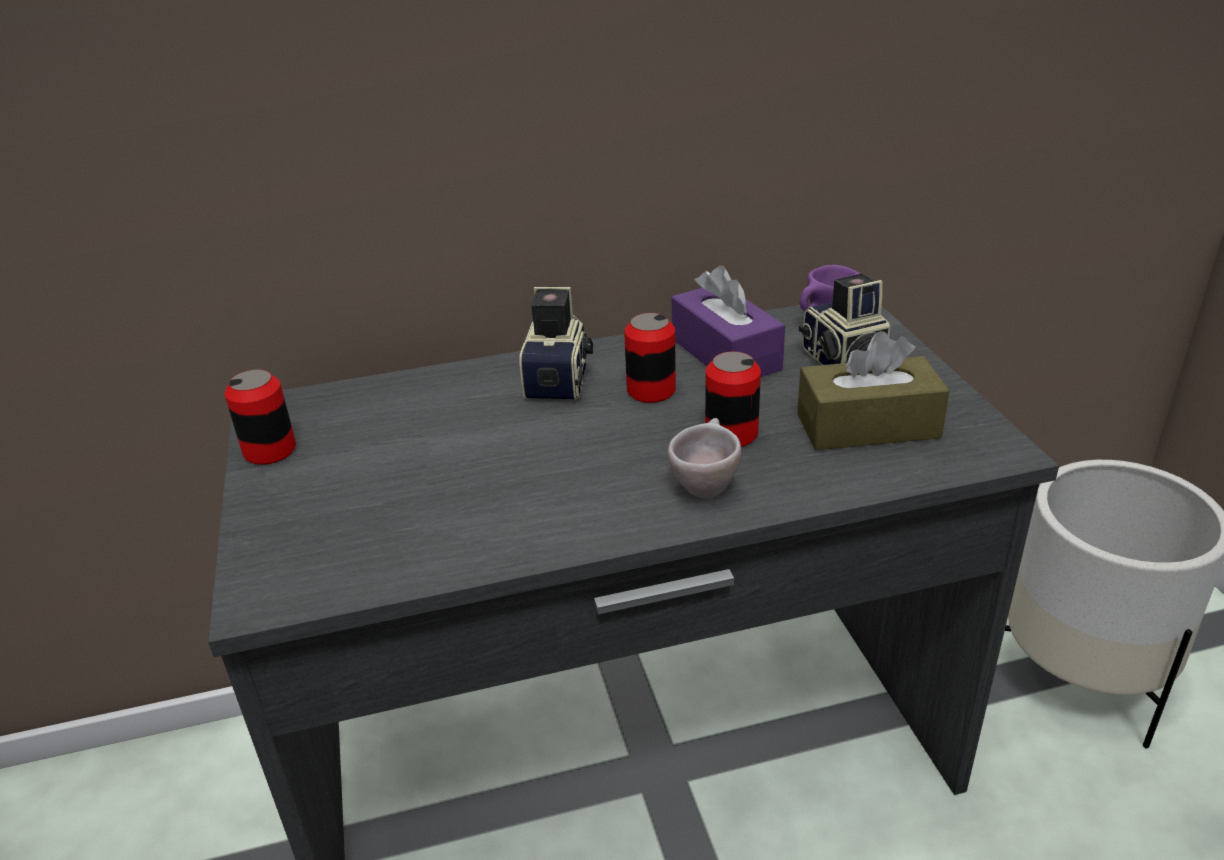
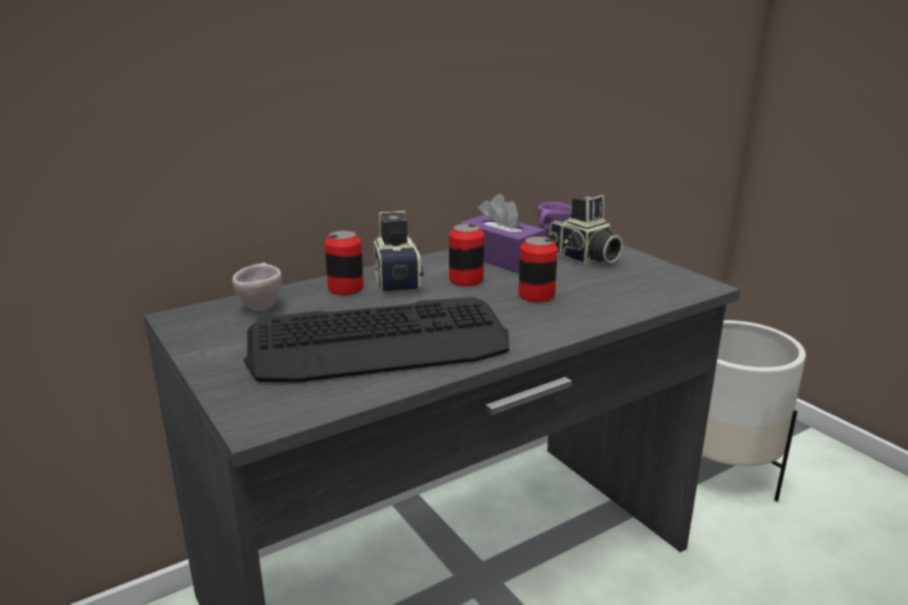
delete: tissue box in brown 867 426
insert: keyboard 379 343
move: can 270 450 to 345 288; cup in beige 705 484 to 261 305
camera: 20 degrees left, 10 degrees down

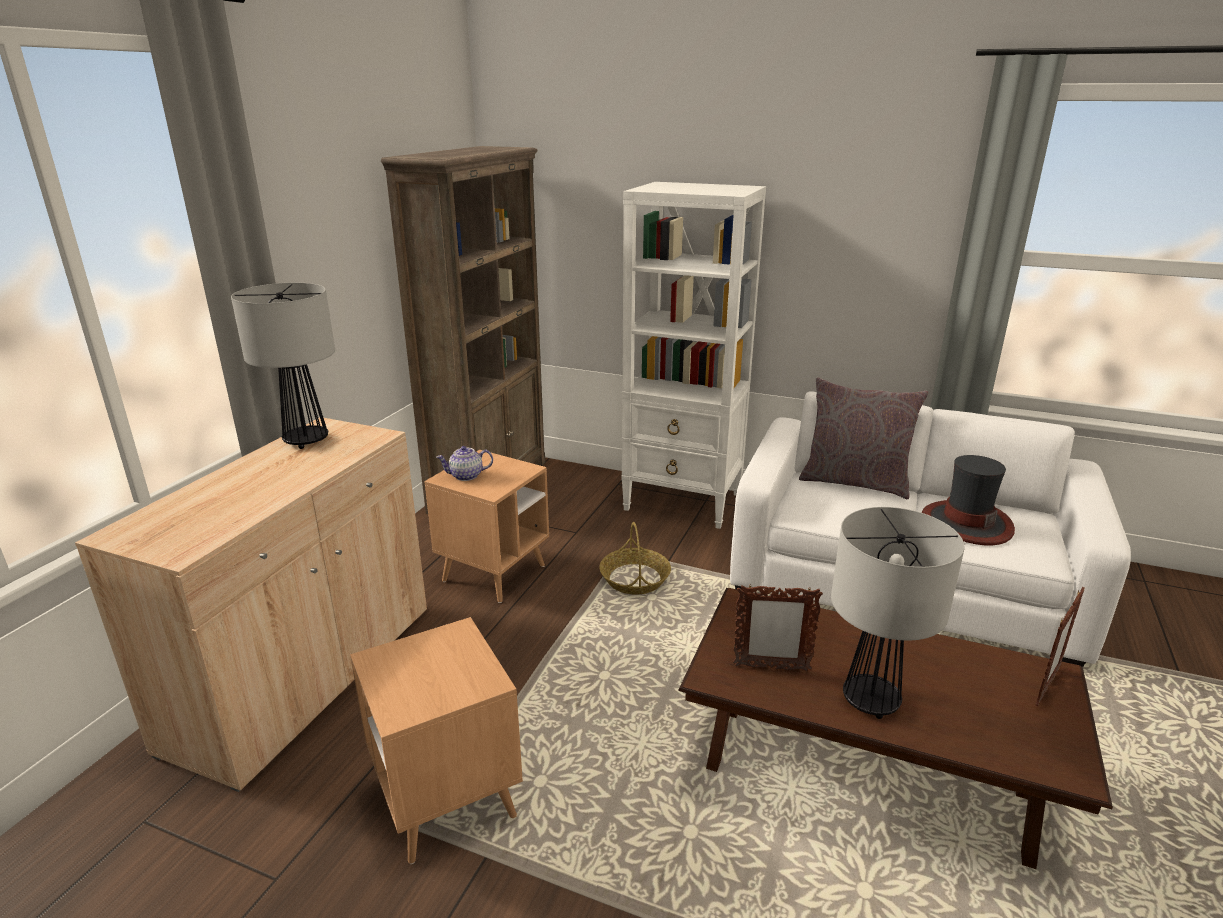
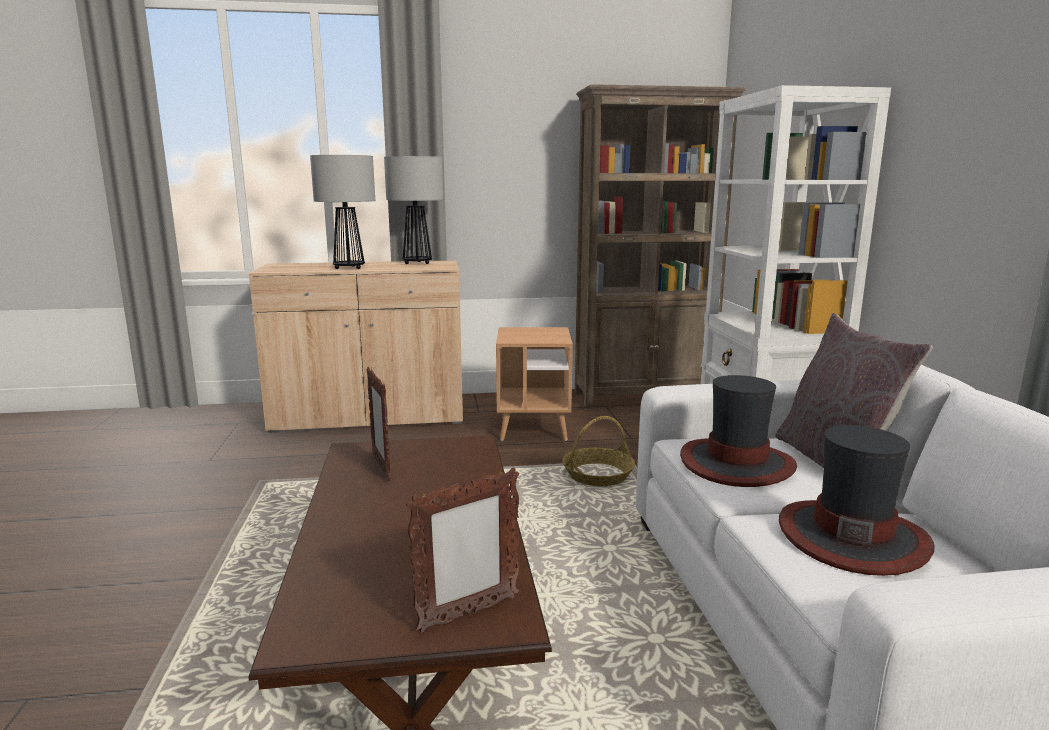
delete: side table in brown 447 799; teapot 466 476
insert: hat 736 464
move: table lamp 871 700 to 349 268
rotate: picture frame 1046 687 = 468 614 45 degrees counterclockwise
camera: 60 degrees right, 10 degrees down

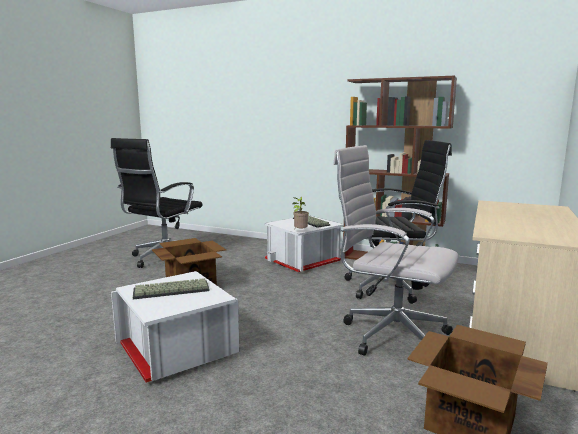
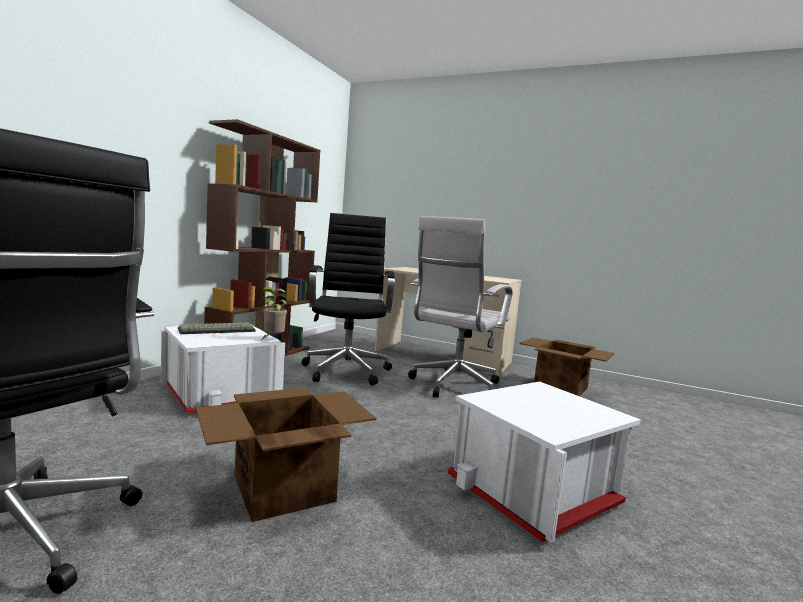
delete: keyboard 170 291
camera: 90 degrees left, 5 degrees down

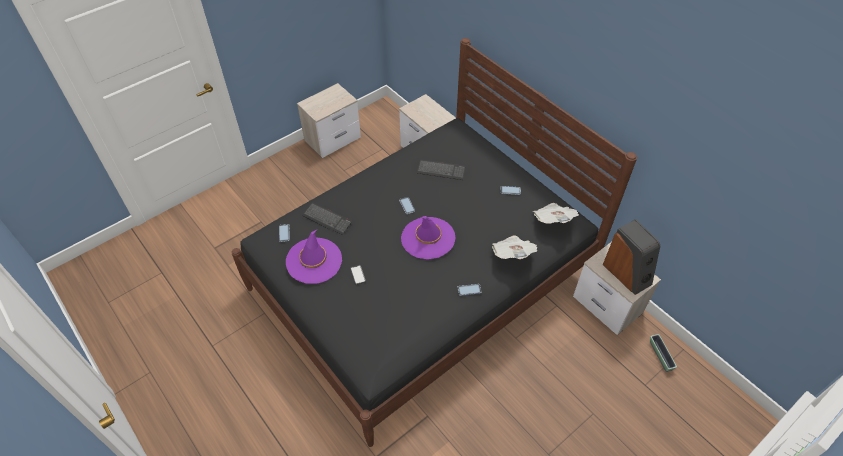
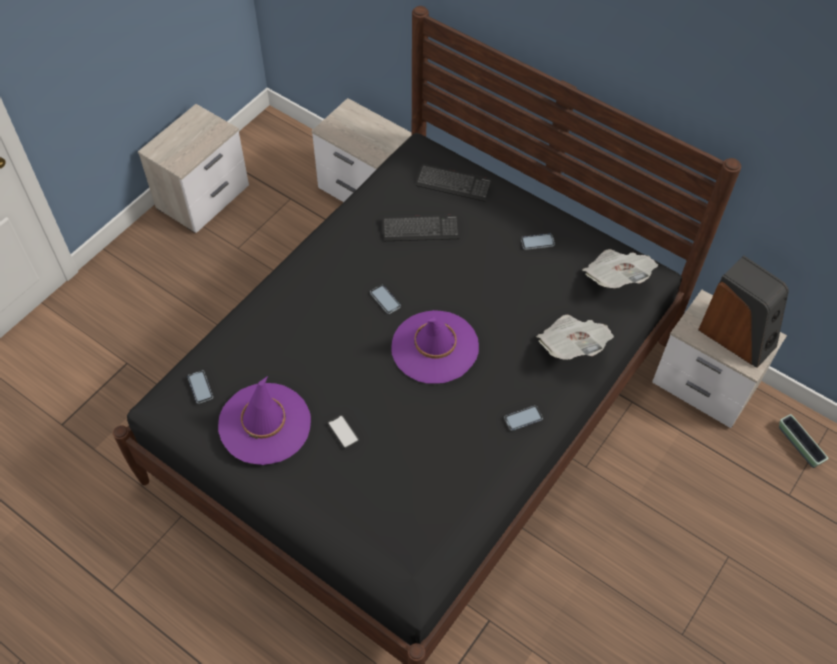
move: keyboard 327 219 to 453 184
camera: 15 degrees left, 5 degrees up

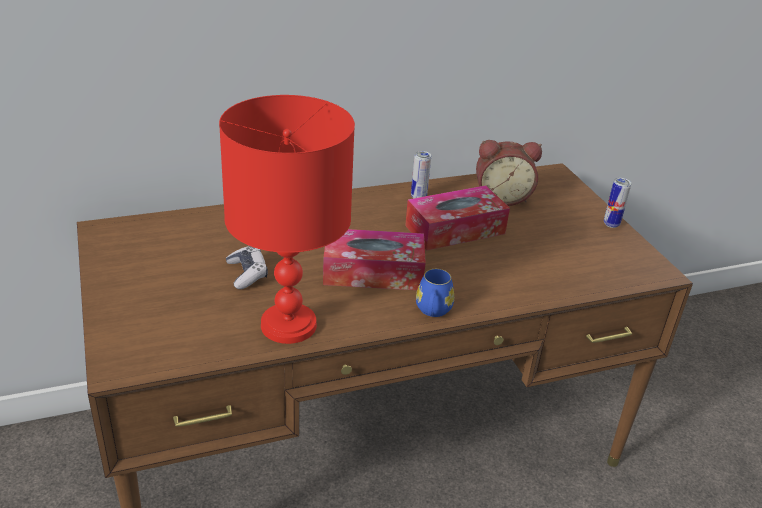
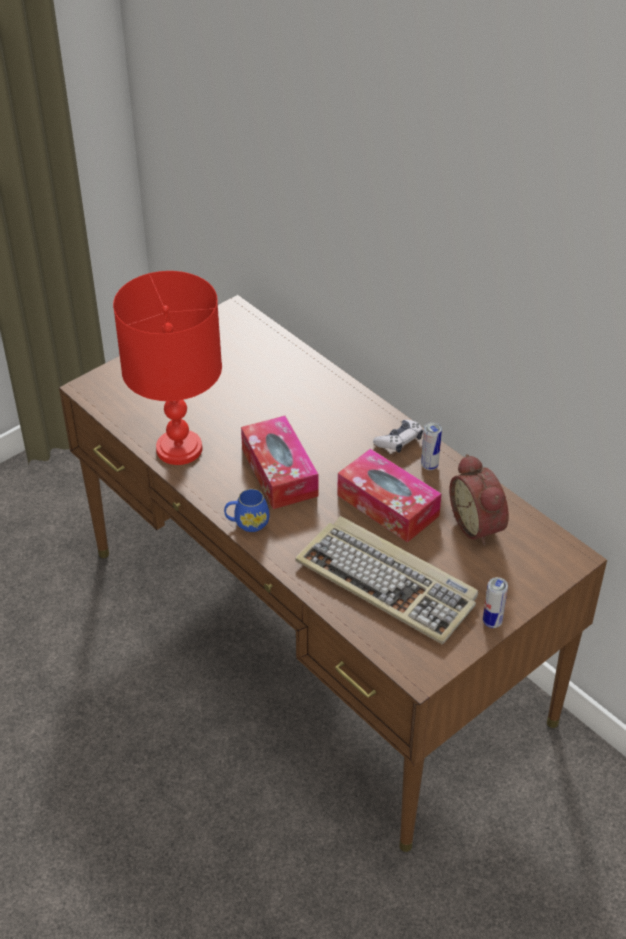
insert: keyboard 389 582
move: game controller 247 273 to 399 441
camera: 70 degrees right, 10 degrees up

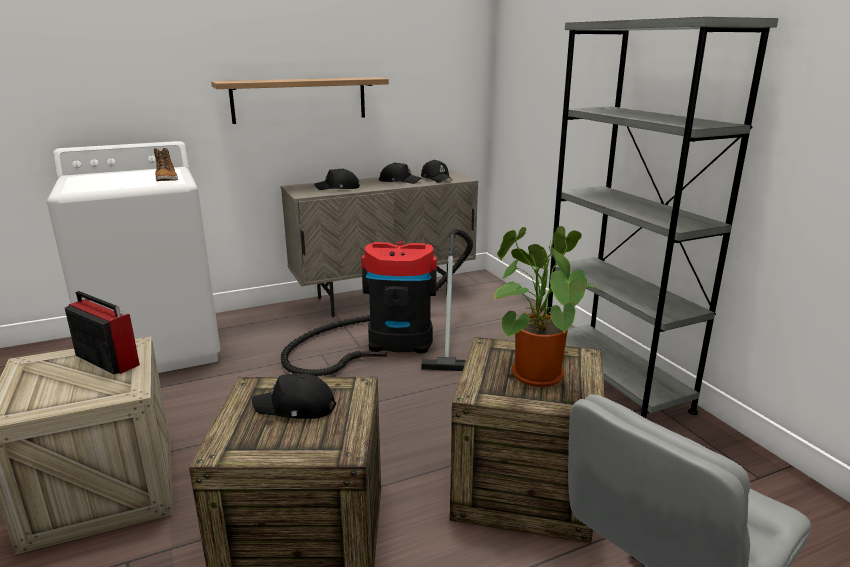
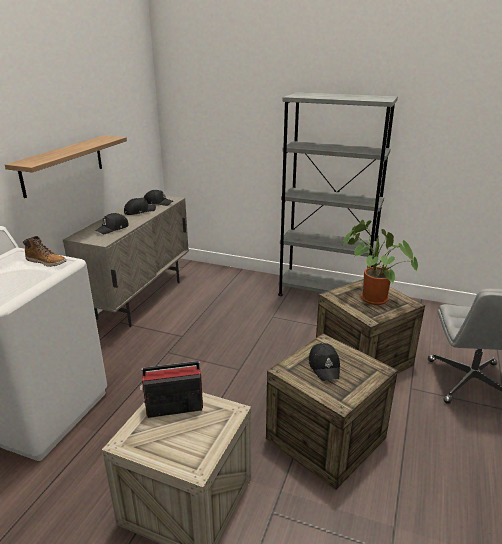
delete: vacuum cleaner 392 342
rotate: cap in black 295 407 = 324 366 60 degrees counterclockwise
camera: 45 degrees left, 5 degrees up

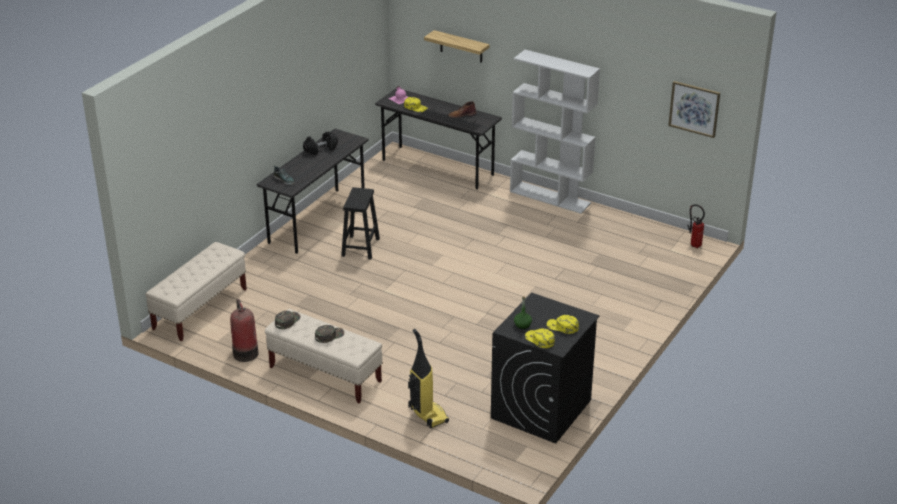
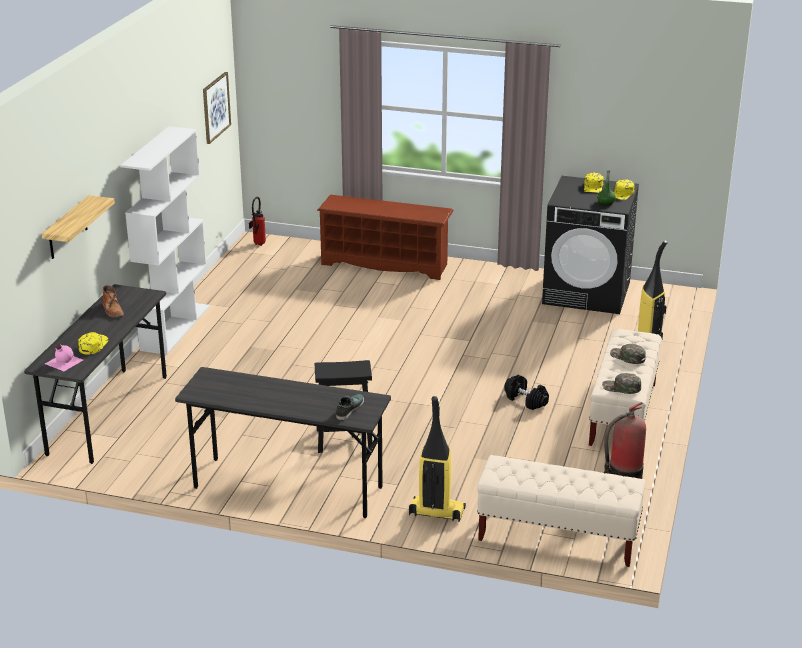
insert: shoe rack in brown 386 264; vacuum cleaner 436 512
move: dumbbell in black 320 149 to 525 400
camera: 105 degrees left, 5 degrees down

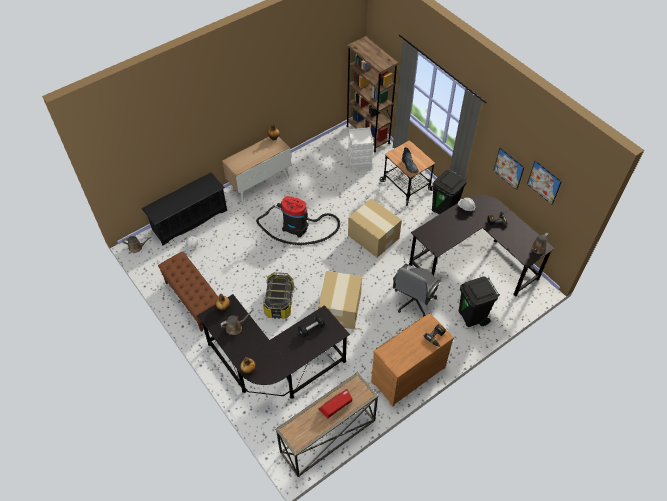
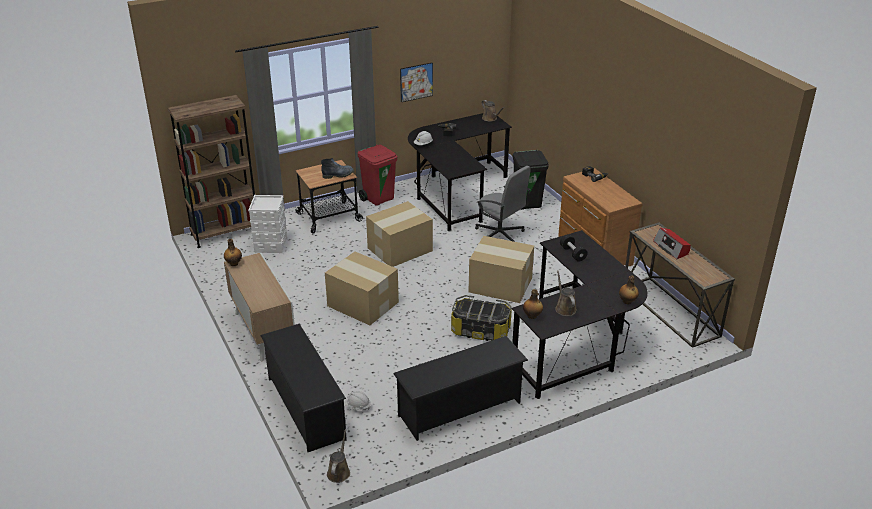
delete: picture 544 182
replace: bench in brown 194 300 to shoe rack in black 460 409; vacuum cleaner 298 228 to cardboard box 363 304
recolor: trash can in black 444 210 to trash can in red 378 198
camera: 80 degrees left, 20 degrees down

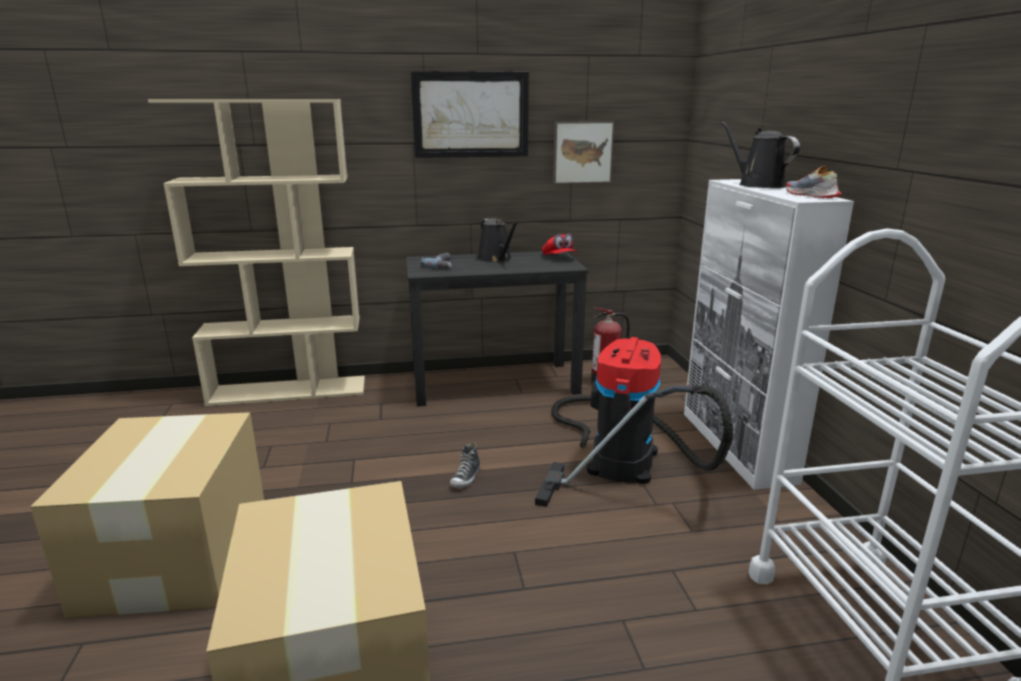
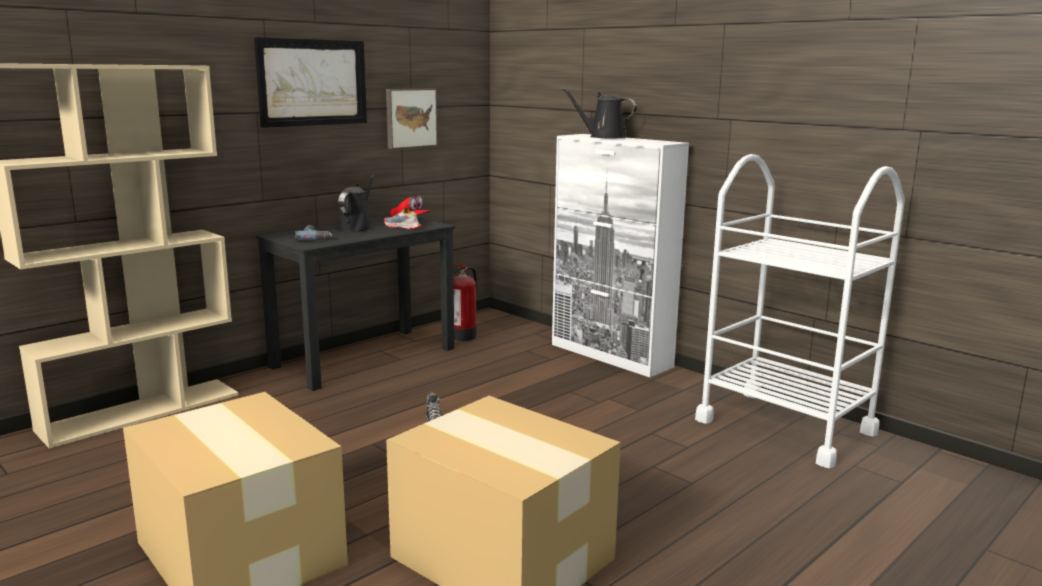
delete: vacuum cleaner 621 457
move: shoe 812 195 to 402 227
rotate: watering can in black 496 259 = 356 227 105 degrees counterclockwise
camera: 35 degrees left, 5 degrees down

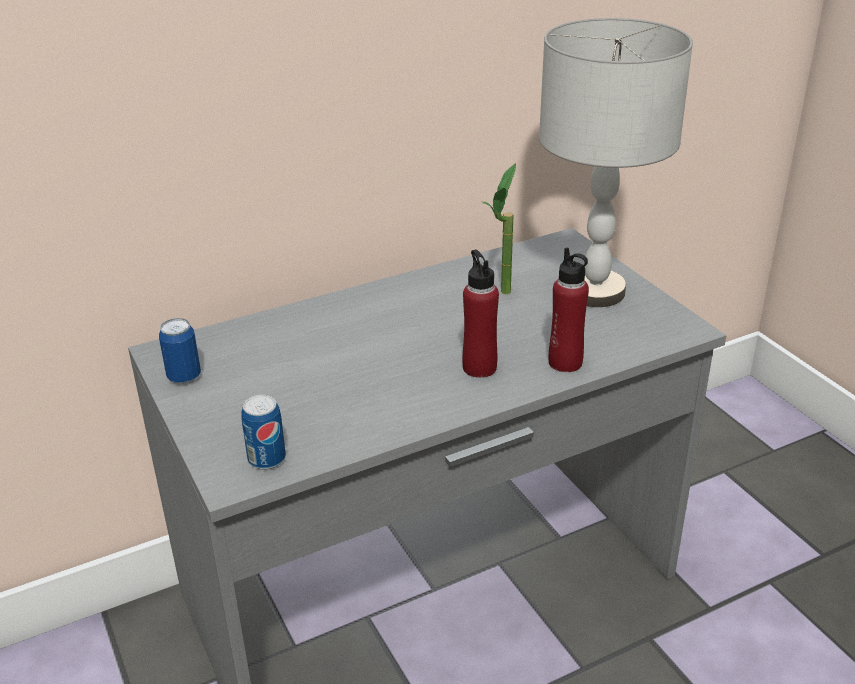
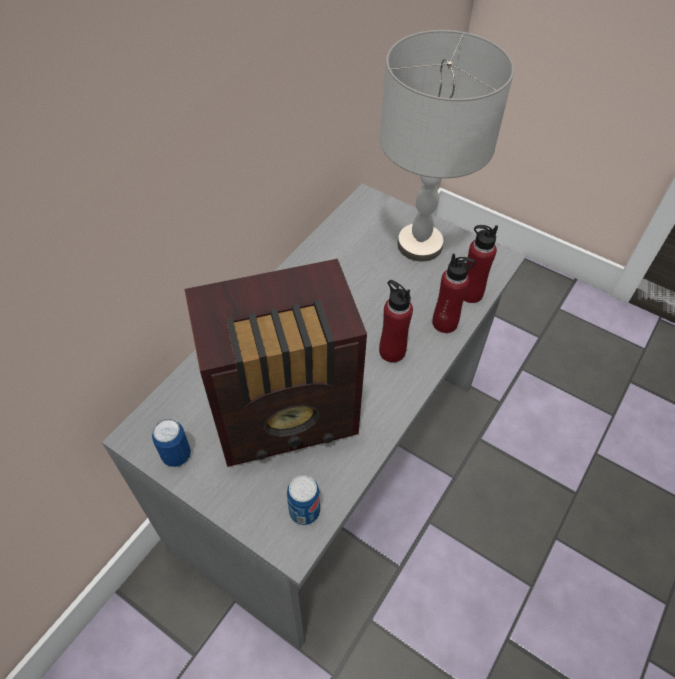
delete: potted plant 501 296
insert: radio 288 417; bottle in red 470 293
camera: 30 degrees left, 20 degrees up

